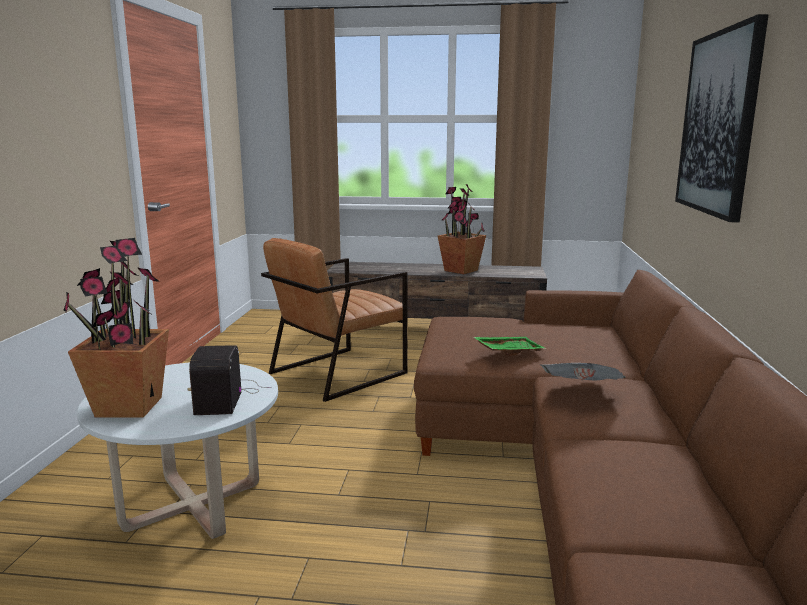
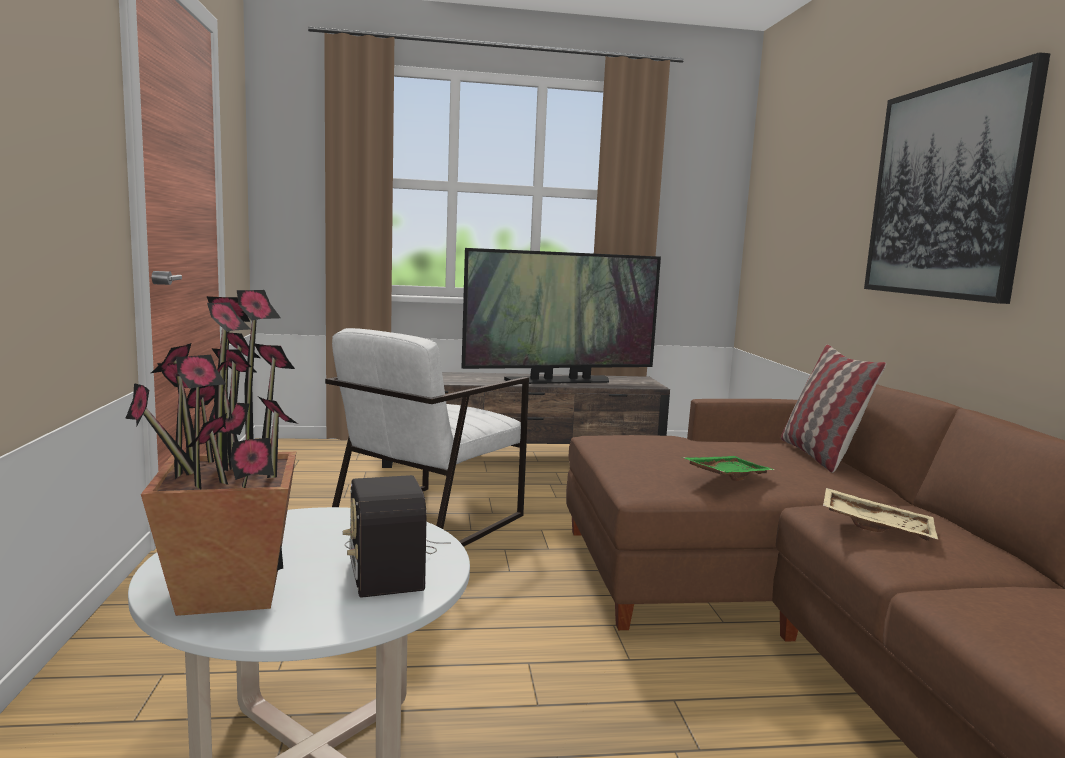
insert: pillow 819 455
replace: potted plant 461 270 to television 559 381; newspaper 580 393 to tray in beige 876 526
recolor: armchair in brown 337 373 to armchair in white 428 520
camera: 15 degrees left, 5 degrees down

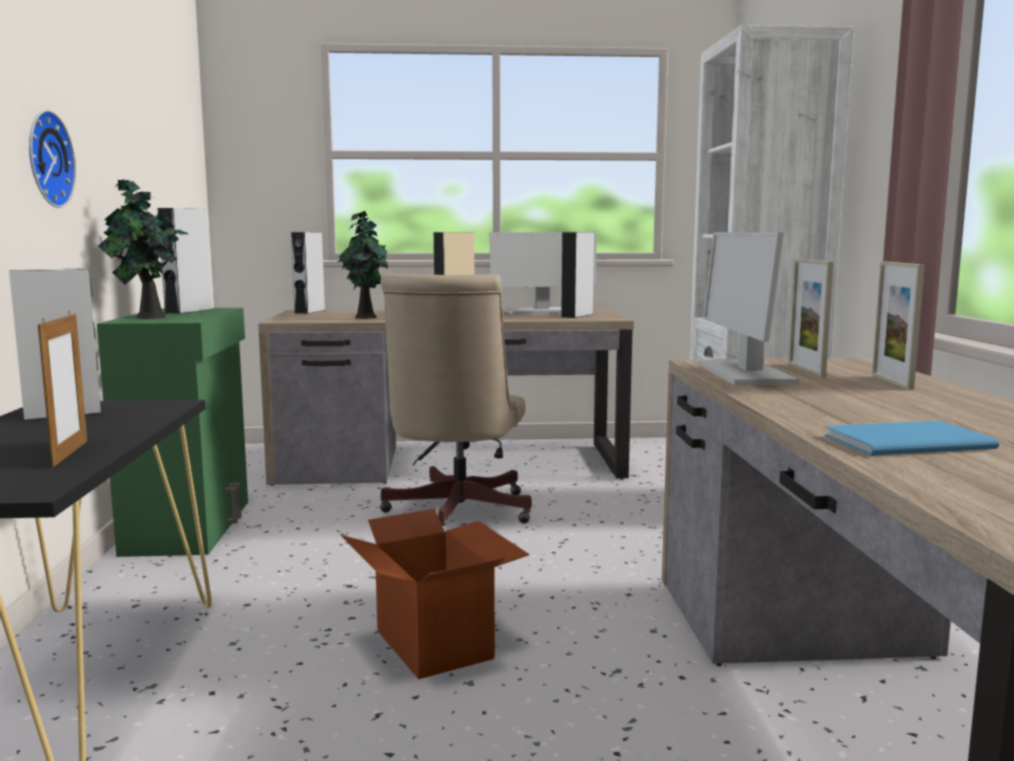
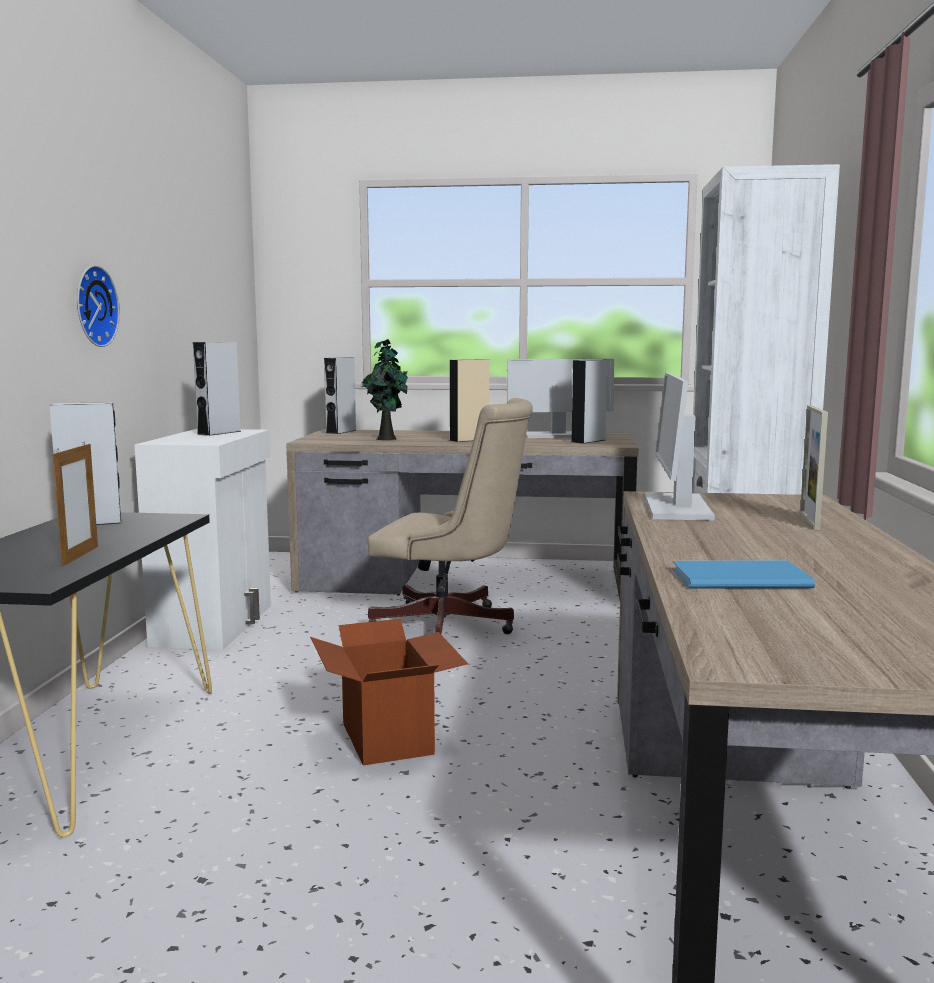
delete: potted plant 148 317; picture frame 806 369
recolor: cabinet in green 191 526 to cabinet in white 216 624
rotate: office chair in beige 455 513 = 452 626 90 degrees counterclockwise
camera: 10 degrees right, 0 degrees up

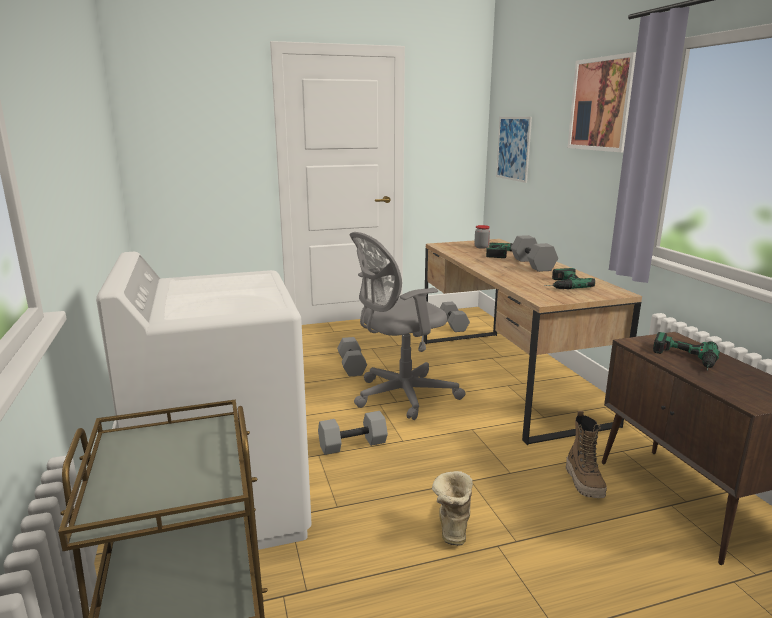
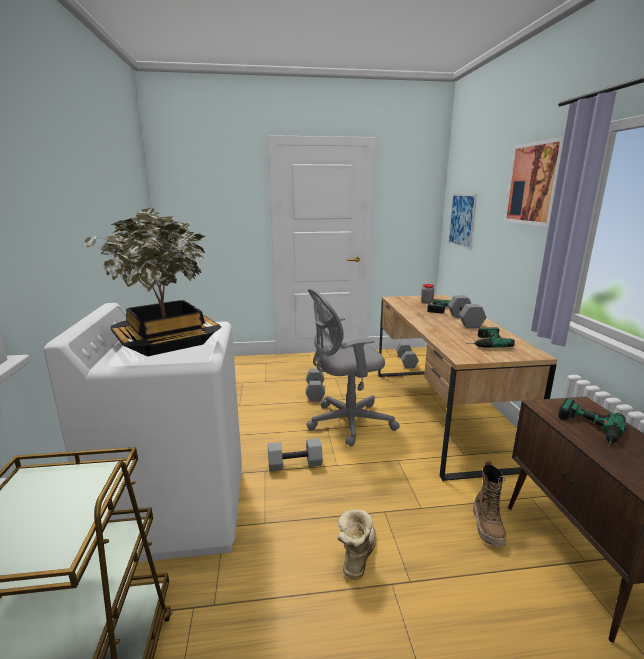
insert: potted plant 167 342
camera: 10 degrees right, 0 degrees up

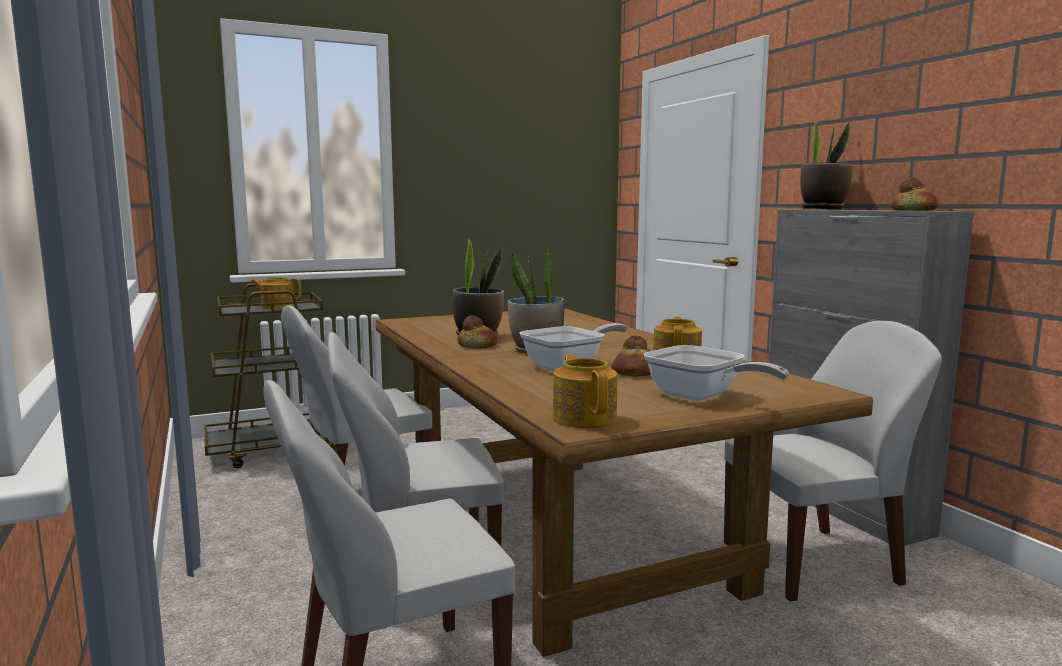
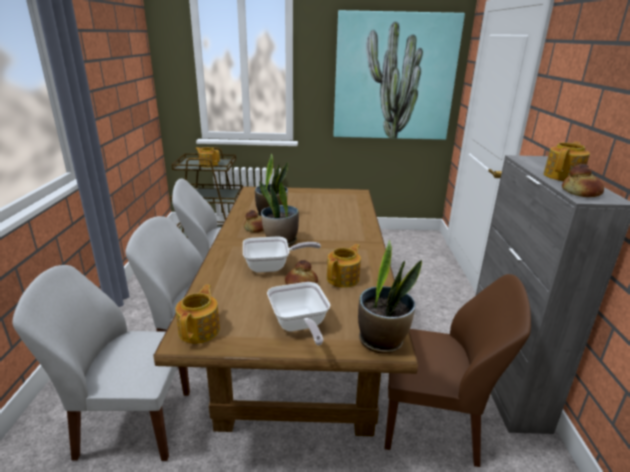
insert: picture 394 78; teapot 563 176
move: potted plant 823 209 to 382 340
recolor: chair in white 814 563 to chair in brown 433 423
camera: 25 degrees right, 15 degrees up

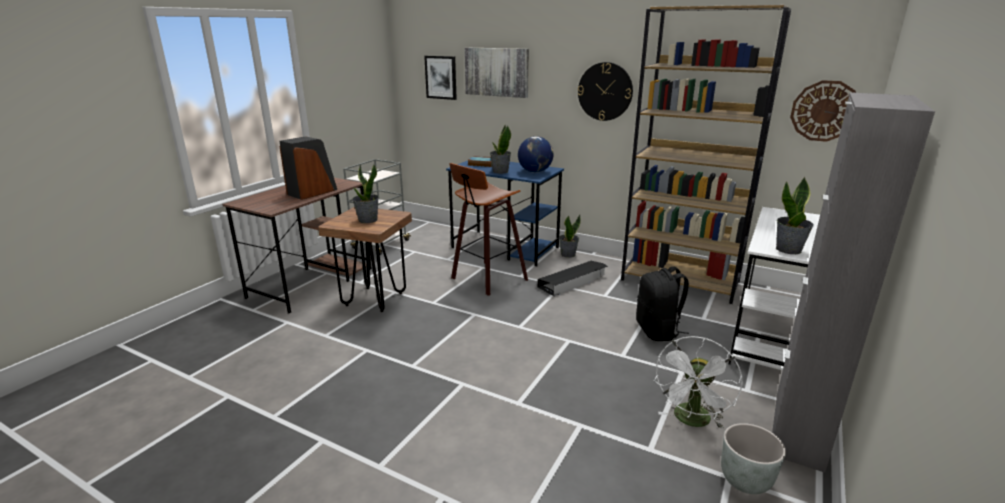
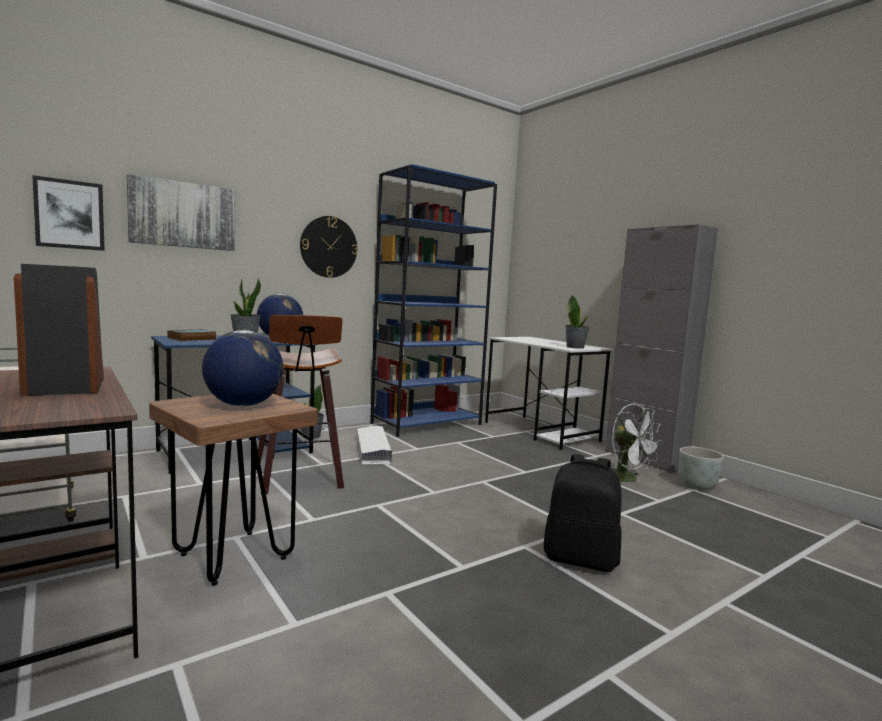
delete: wall clock 824 111
move: backpack in black 658 331 to 581 559
replace: potted plant 367 220 to globe 243 405
recolor: storage box in black 573 281 to storage box in white 372 450; bookcase in brown 680 281 to bookcase in blue 427 424
camera: 65 degrees left, 15 degrees down

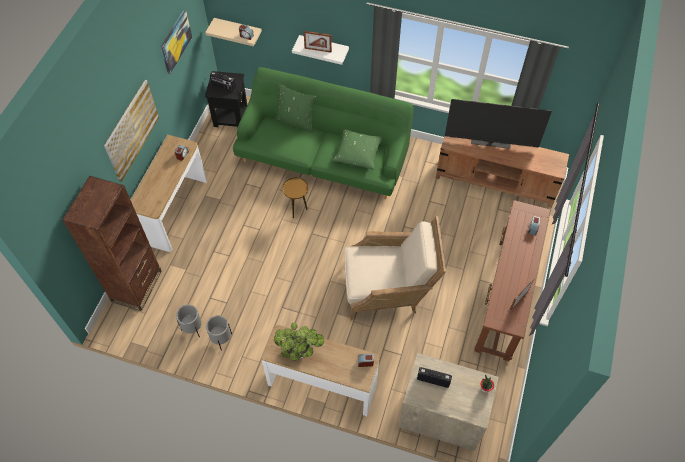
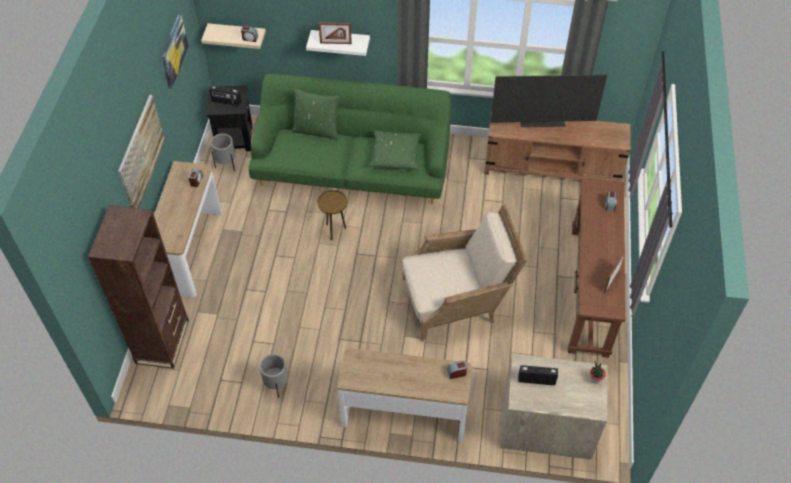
delete: potted plant 300 350
move: planter in grey 193 329 to 226 165
camera: 10 degrees left, 5 degrees down

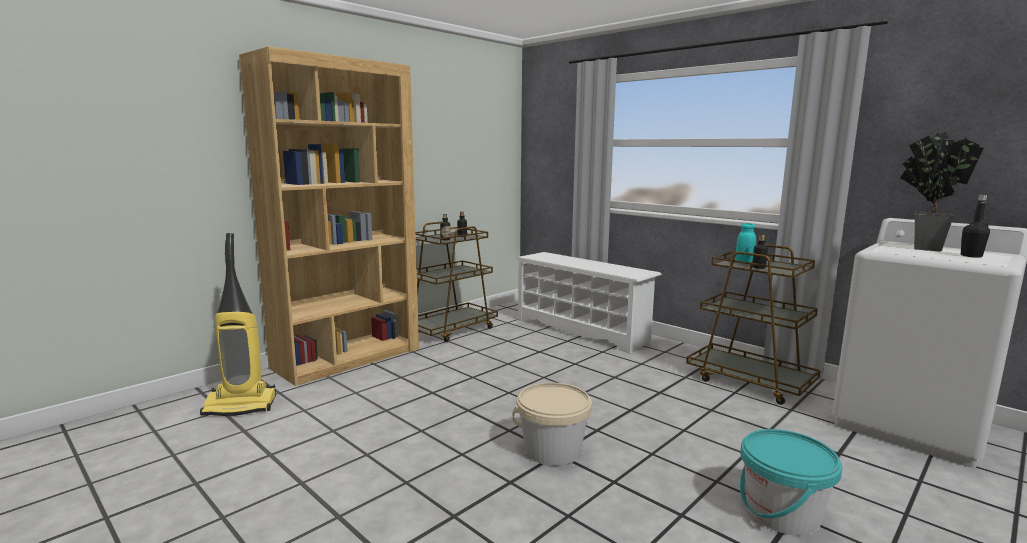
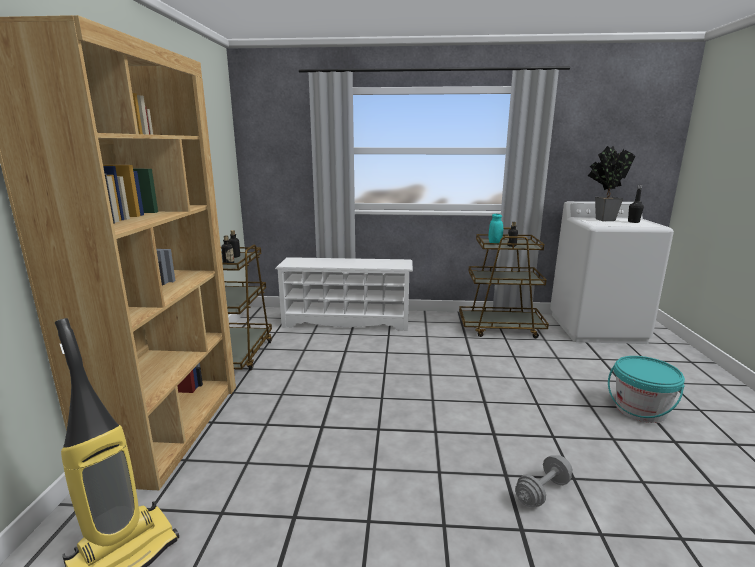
delete: bucket in beige 552 450
insert: dumbbell in grey 542 491
camera: 40 degrees left, 5 degrees up

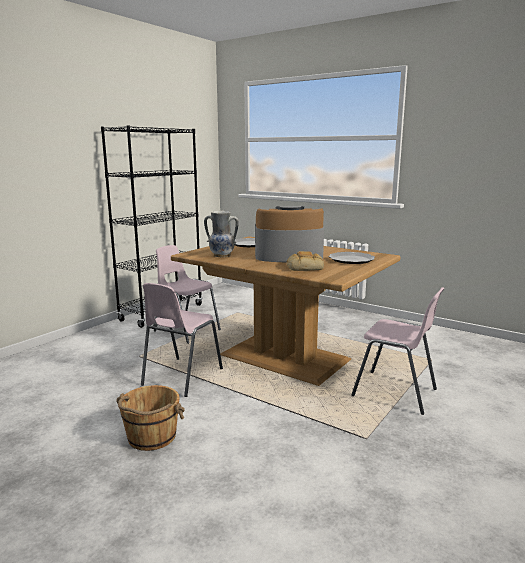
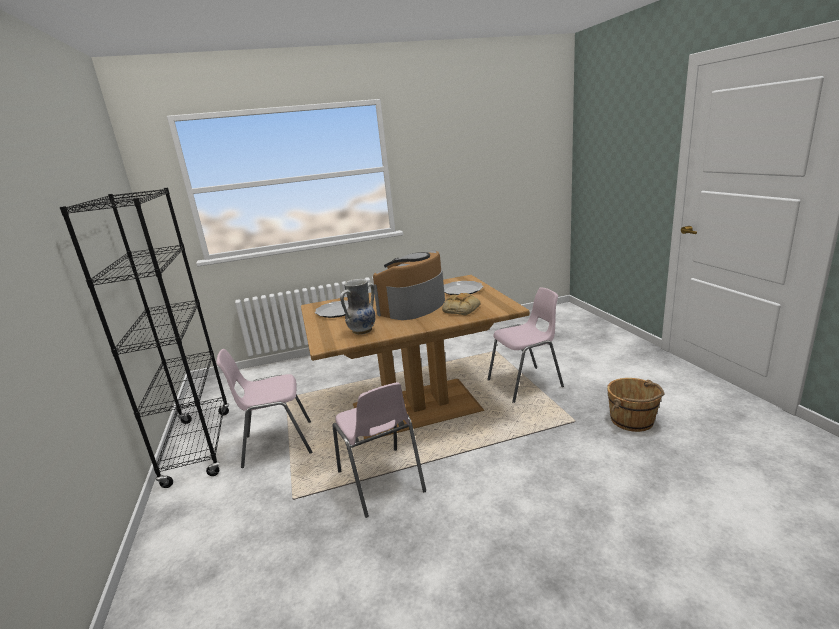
move: bucket in brown 151 437 to 632 420
camera: 50 degrees left, 5 degrees up

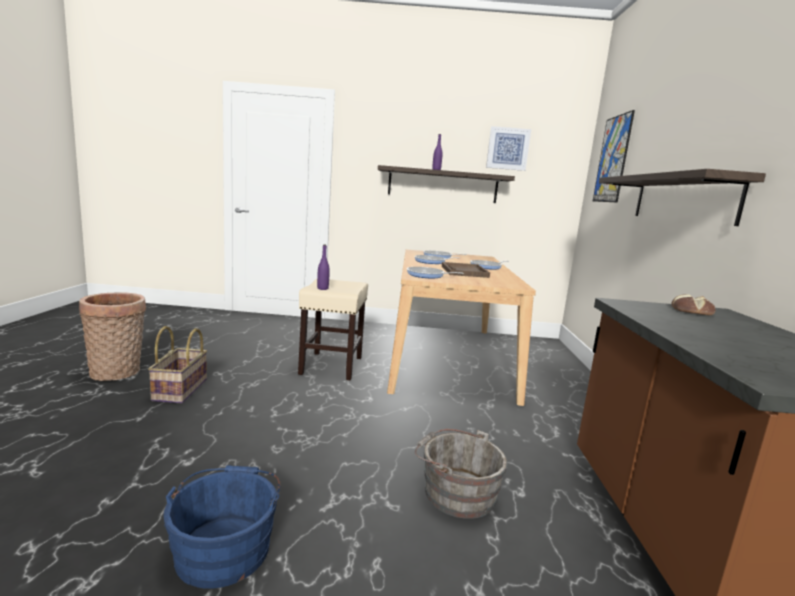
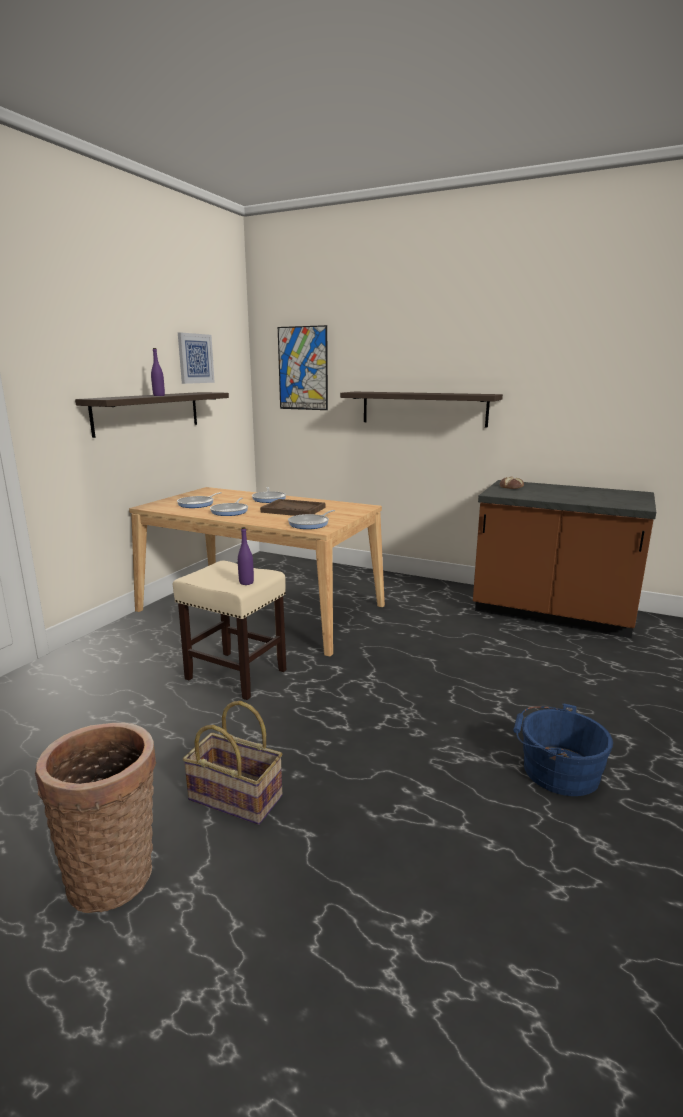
delete: bucket in grey 455 492
camera: 65 degrees left, 5 degrees up

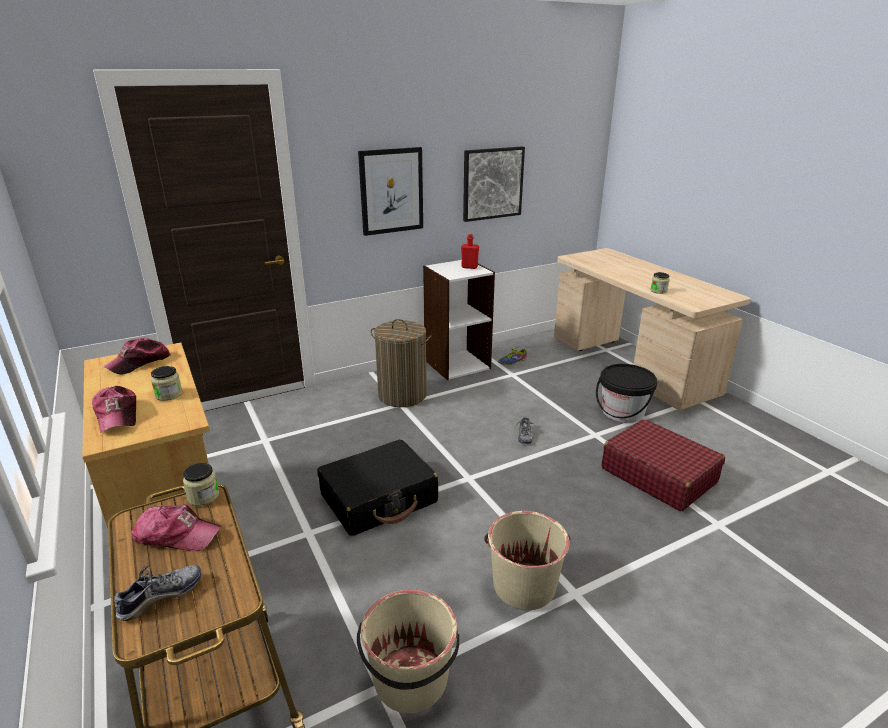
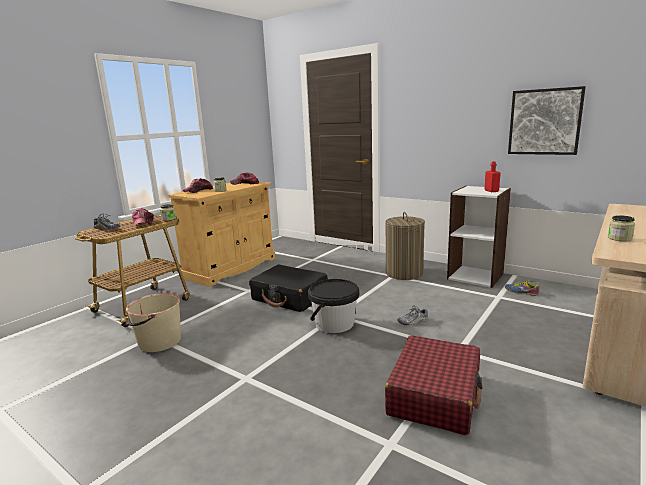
delete: picture 391 191; bucket in beige 523 585
move: bucket in black 623 412 to 334 324
camera: 65 degrees right, 10 degrees down

